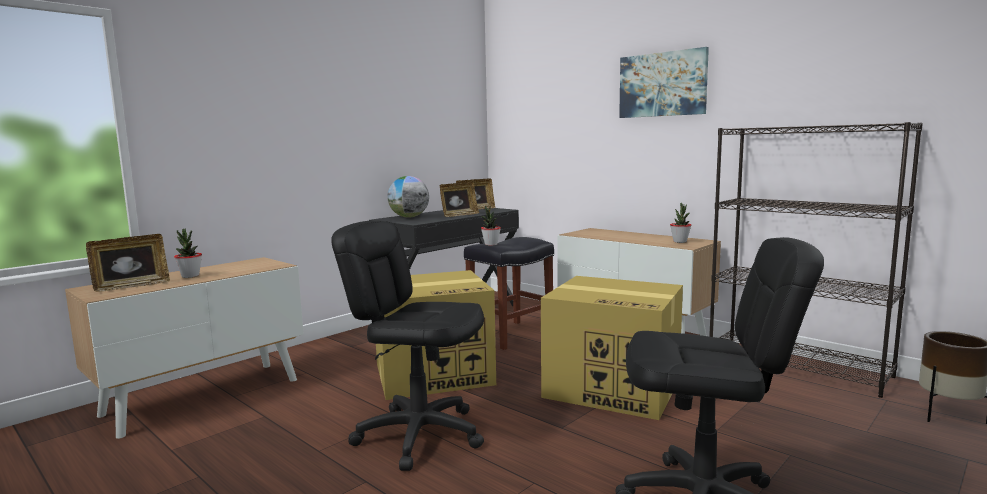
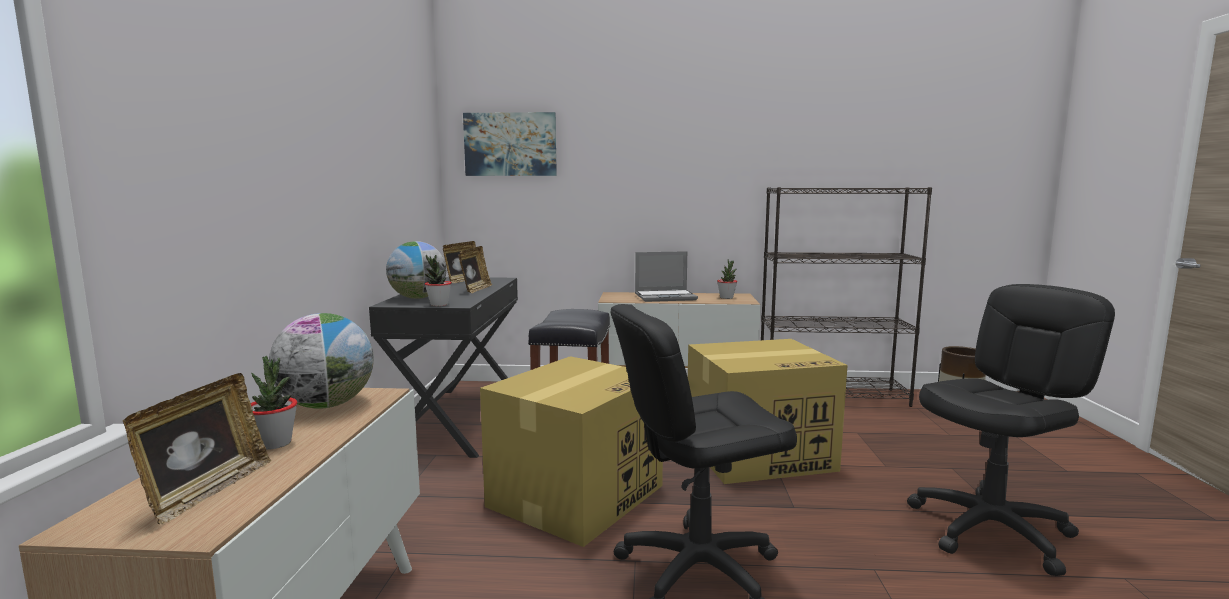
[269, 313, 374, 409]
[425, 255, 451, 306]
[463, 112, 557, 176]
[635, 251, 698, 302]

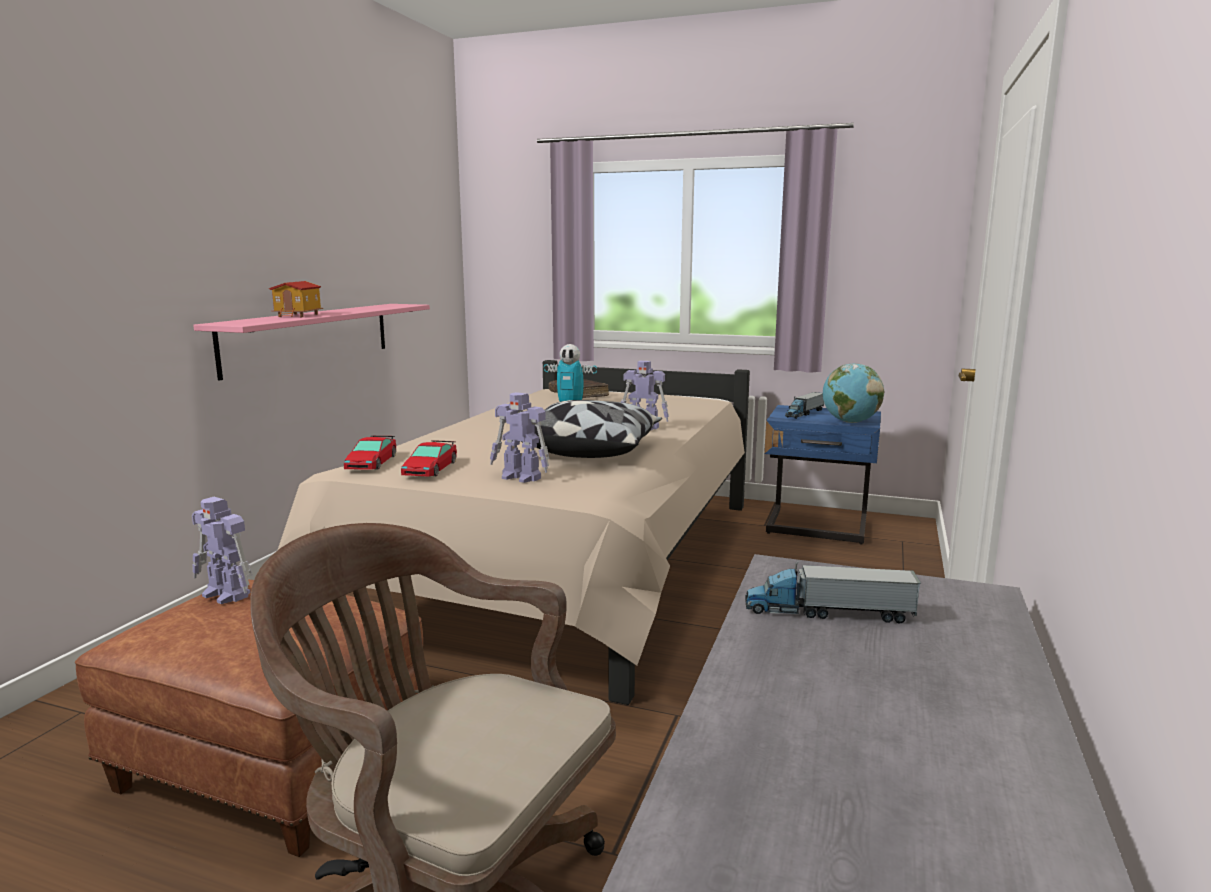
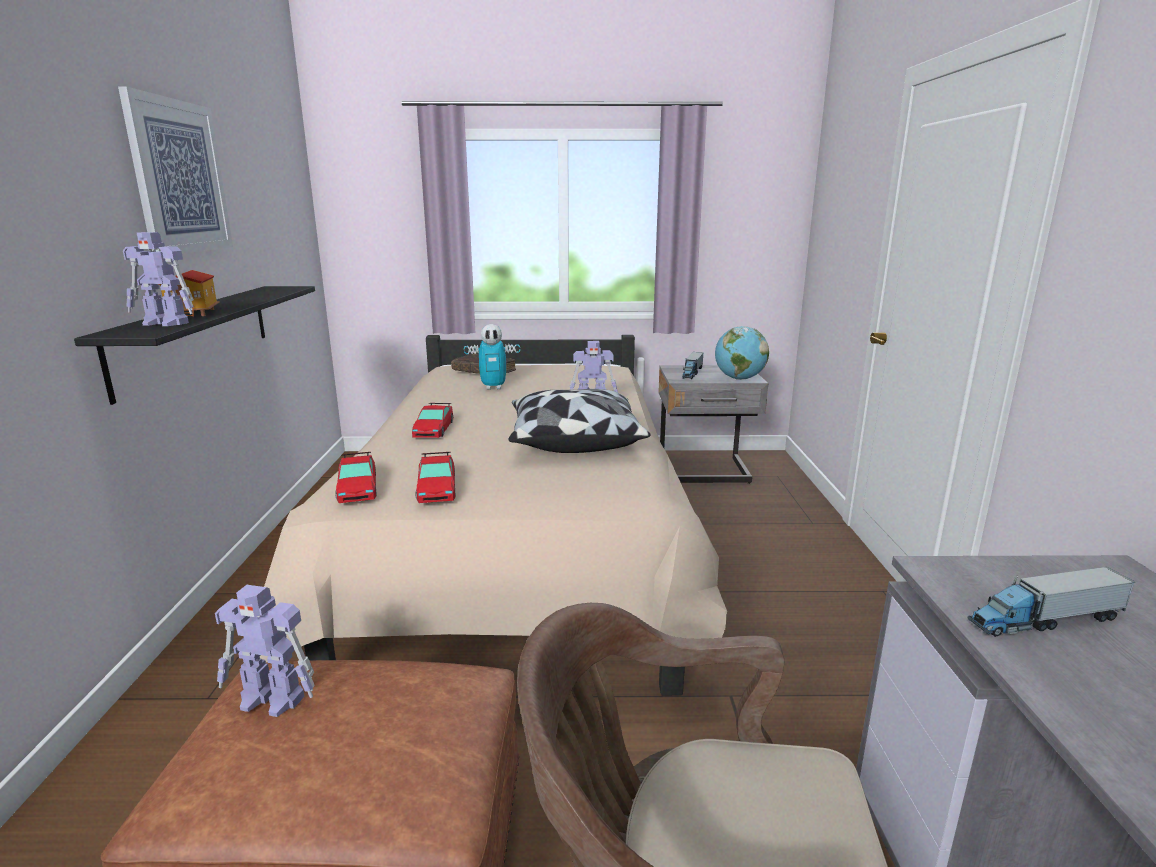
[74, 286, 315, 405]
[118, 86, 233, 254]
[123, 232, 194, 326]
[412, 403, 453, 438]
[658, 365, 768, 484]

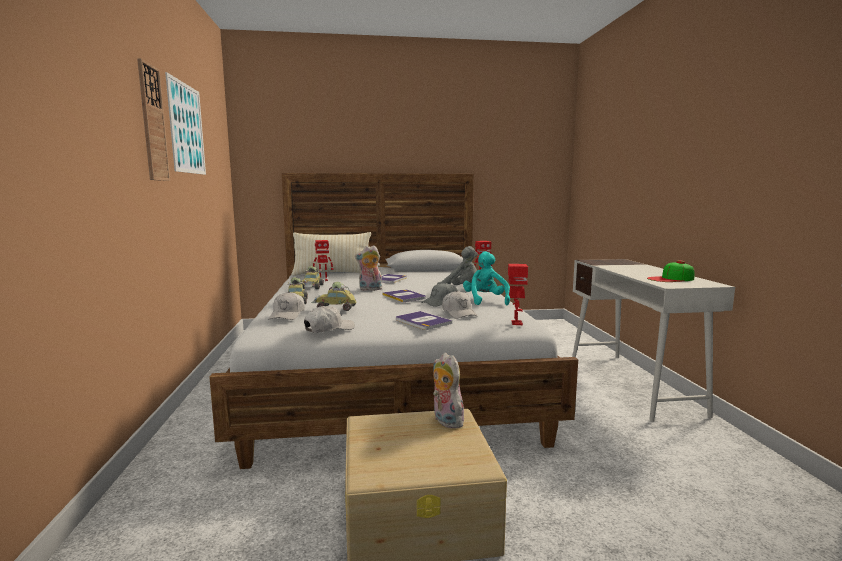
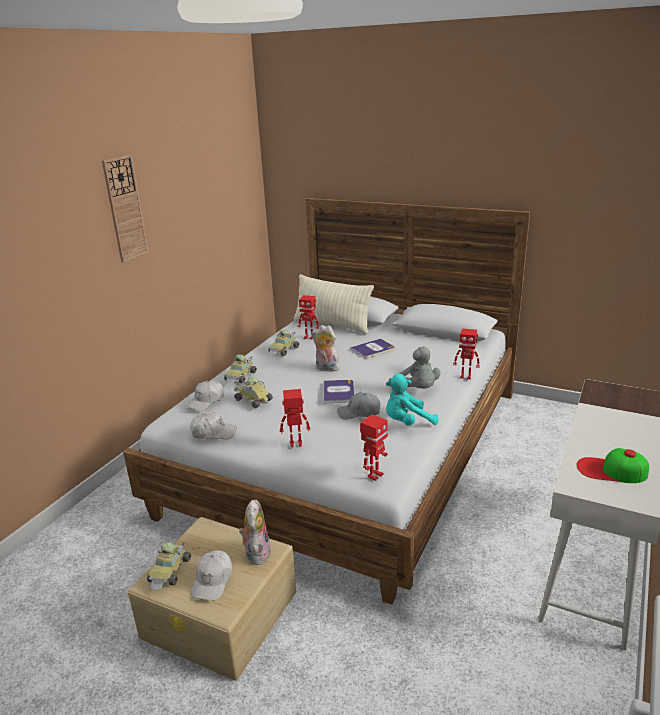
[147, 542, 191, 590]
[191, 550, 233, 601]
[280, 389, 310, 447]
[386, 374, 439, 426]
[165, 72, 206, 175] (first image)

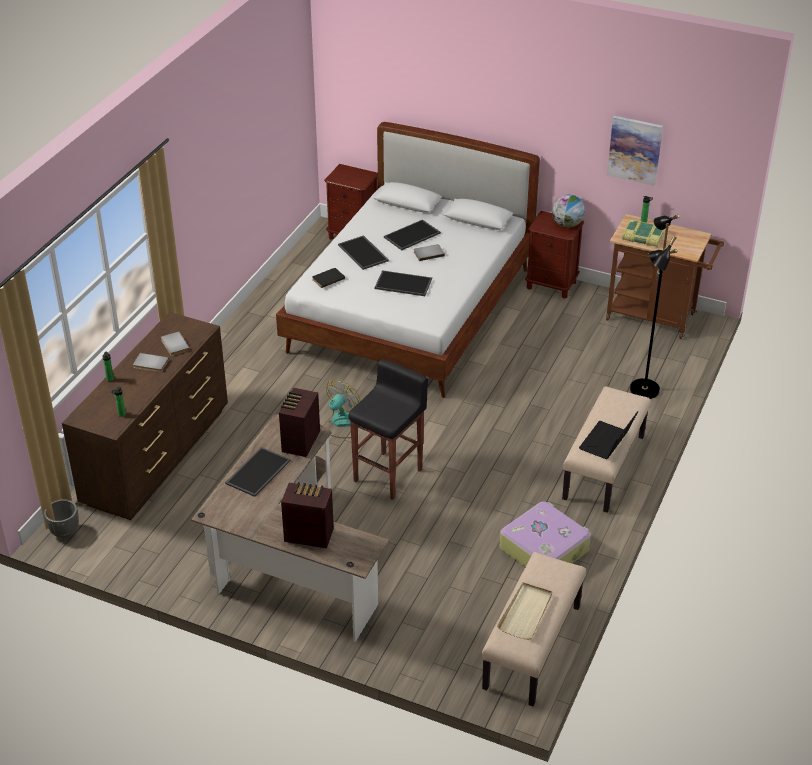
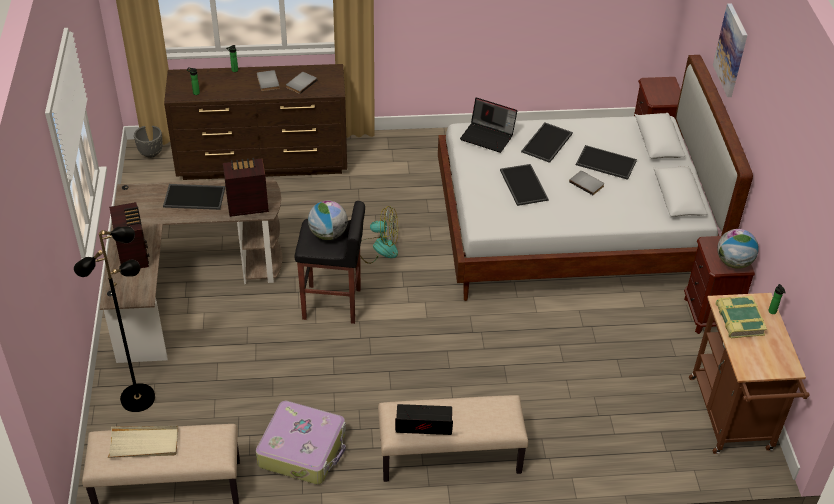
[74, 226, 155, 412]
[308, 200, 348, 240]
[460, 98, 517, 153]
[713, 3, 747, 97]

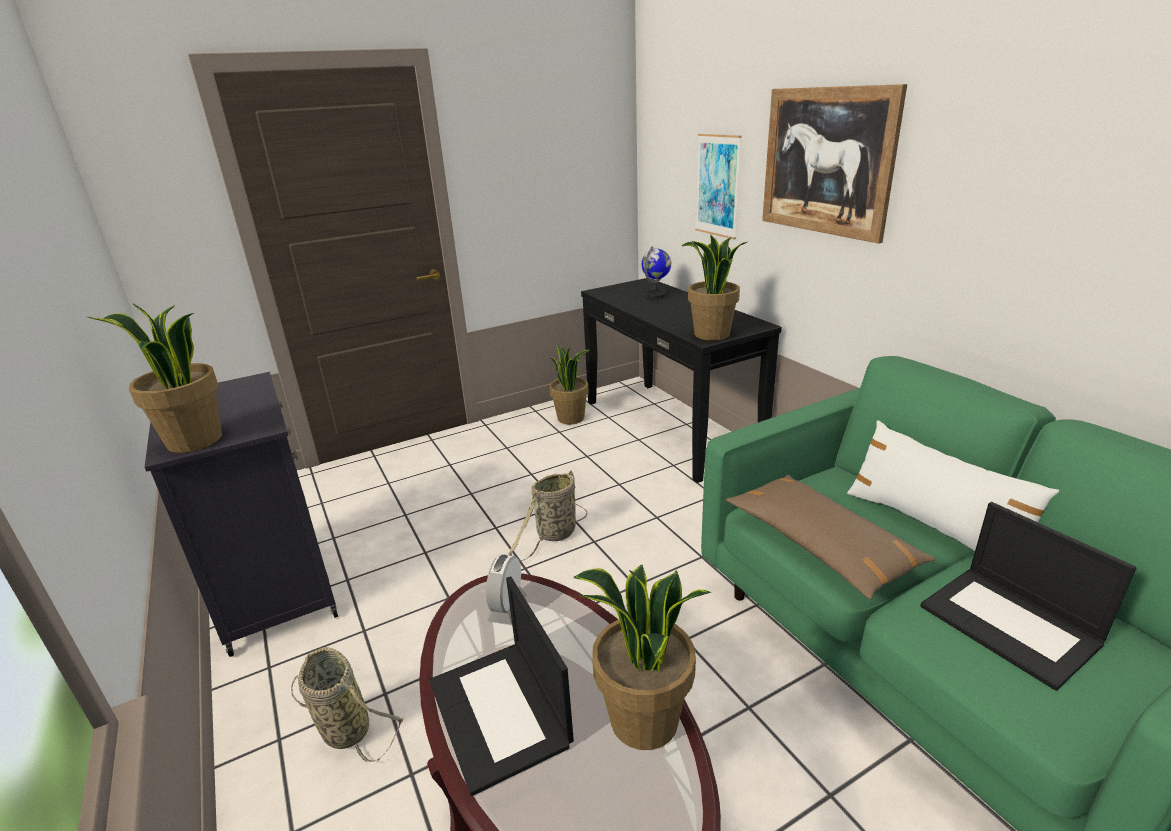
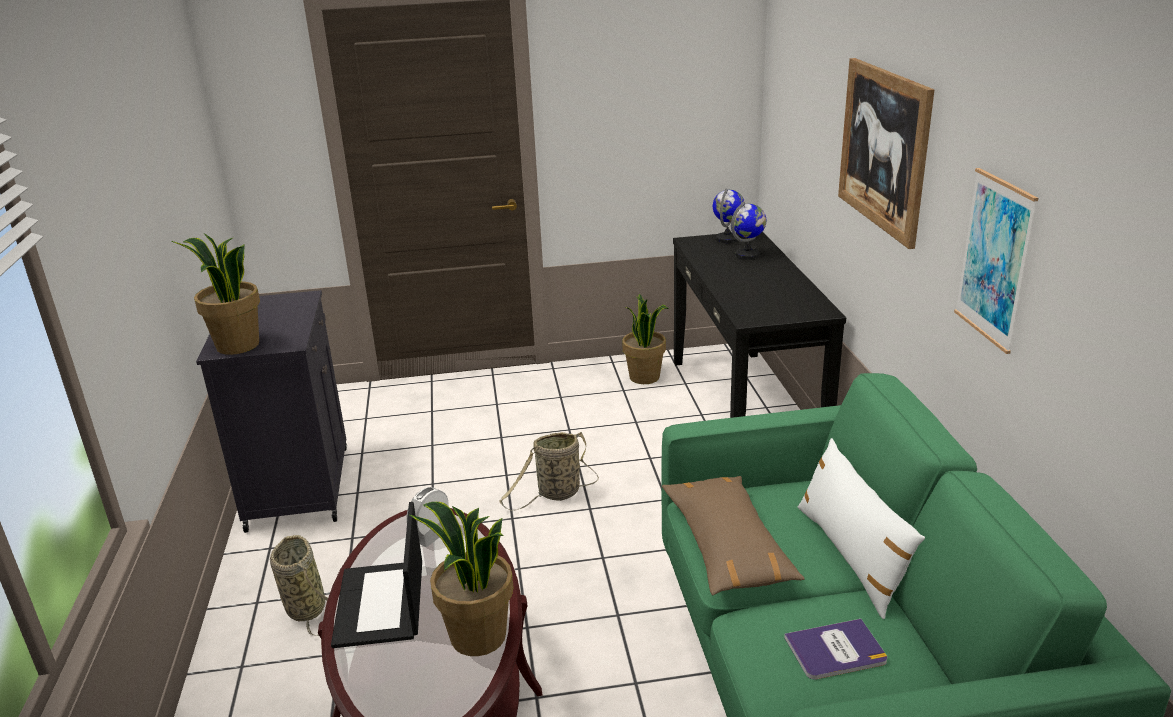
[713, 188, 745, 243]
[784, 619, 887, 680]
[954, 168, 1038, 354]
[681, 234, 747, 341] (first image)

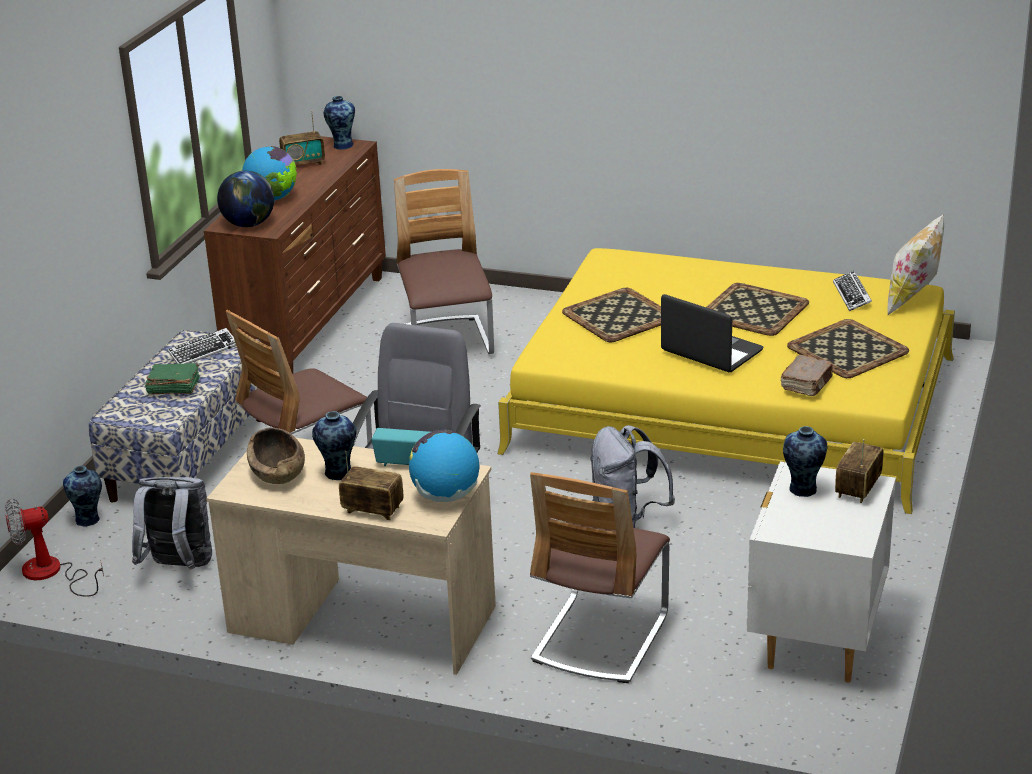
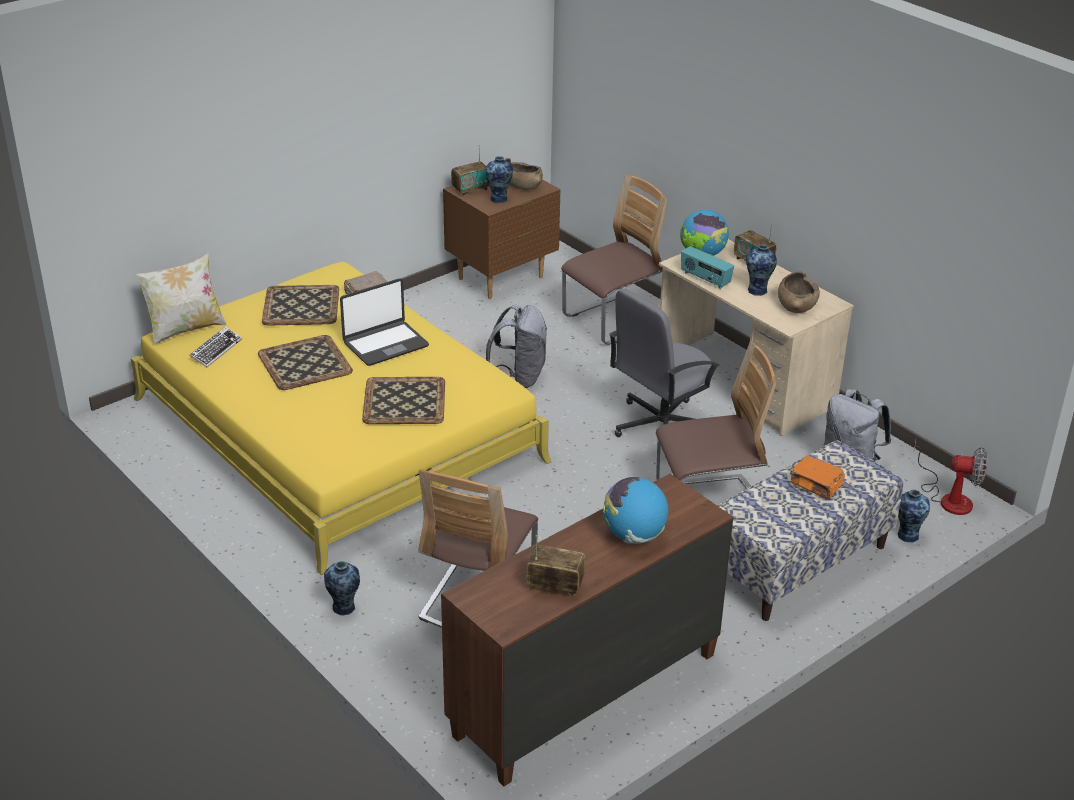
[324, 561, 360, 616]
[340, 278, 429, 366]
[443, 179, 561, 299]
[505, 158, 543, 190]
[790, 455, 845, 499]
[167, 328, 236, 364] (first image)
[217, 171, 274, 227] (first image)

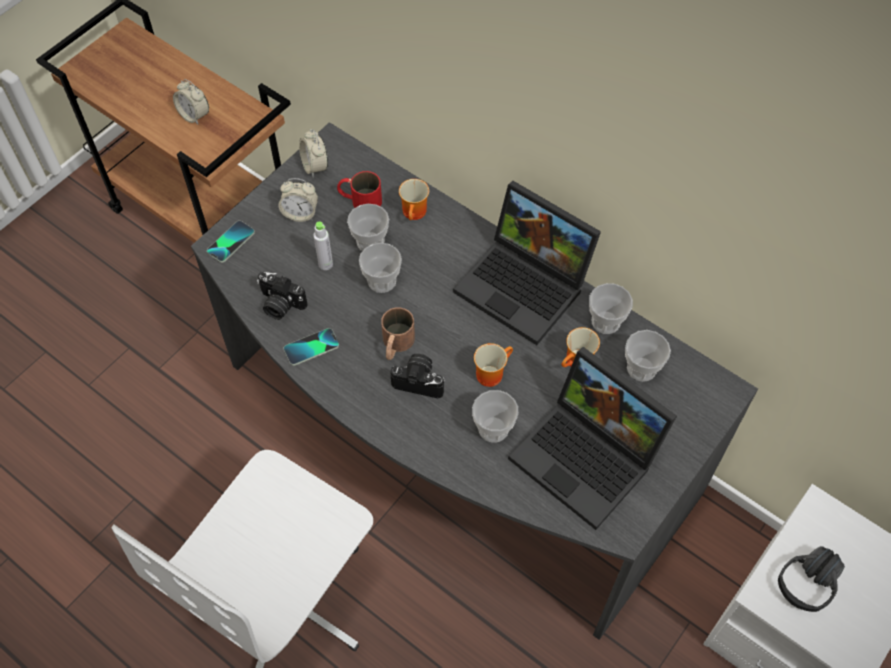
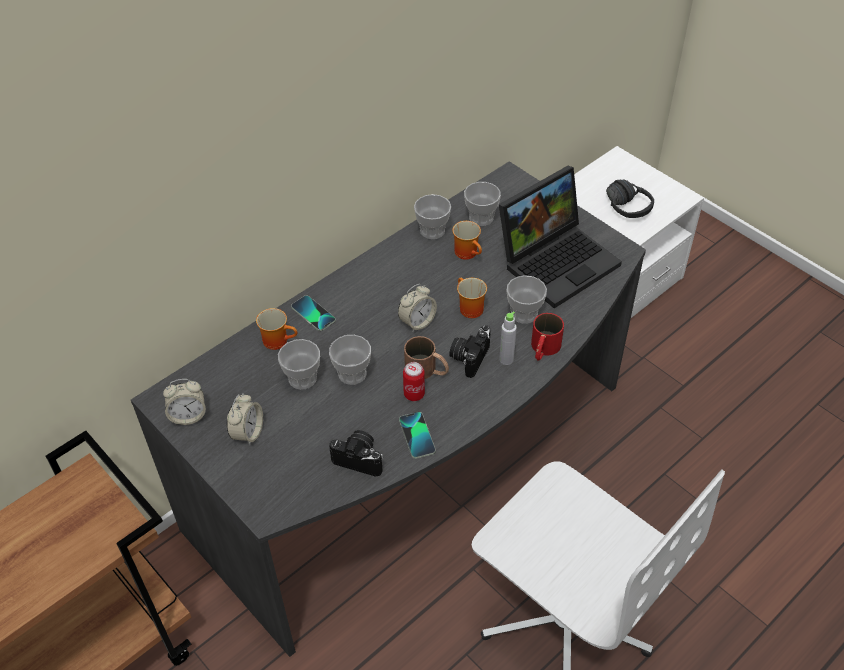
[291, 295, 336, 331]
[329, 430, 383, 477]
[398, 284, 437, 333]
[403, 362, 425, 401]
[499, 311, 517, 365]
[531, 313, 564, 360]
[453, 181, 601, 345] (first image)

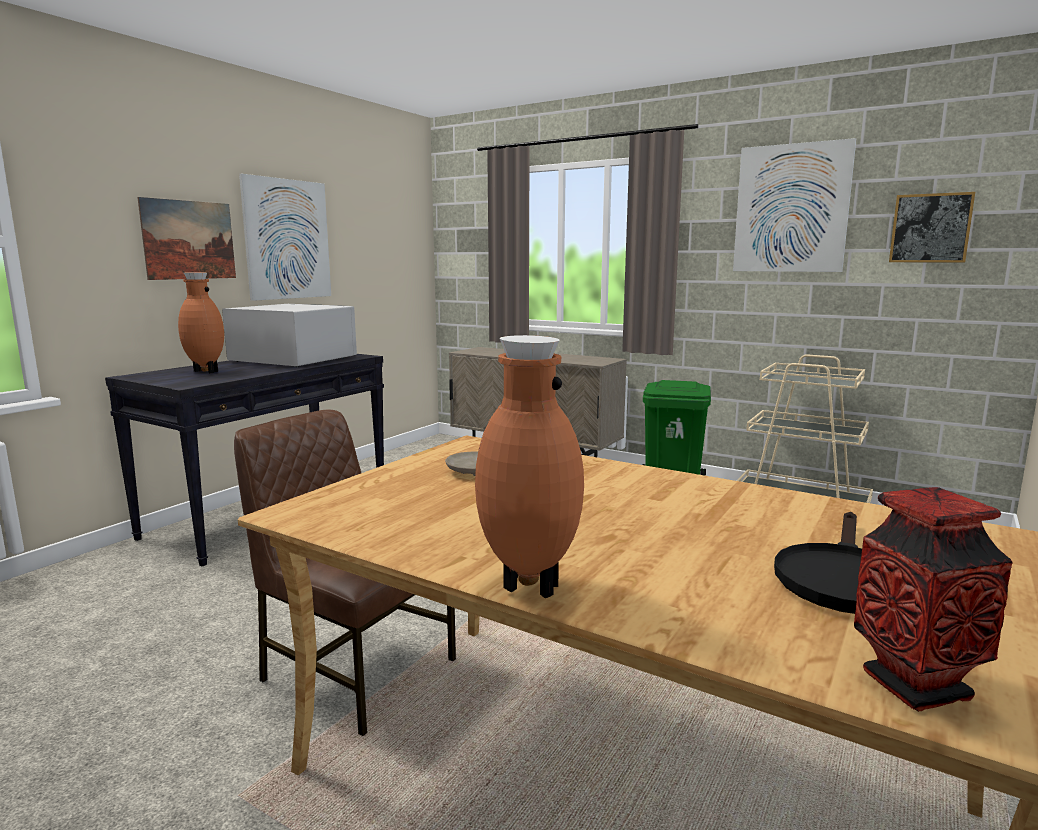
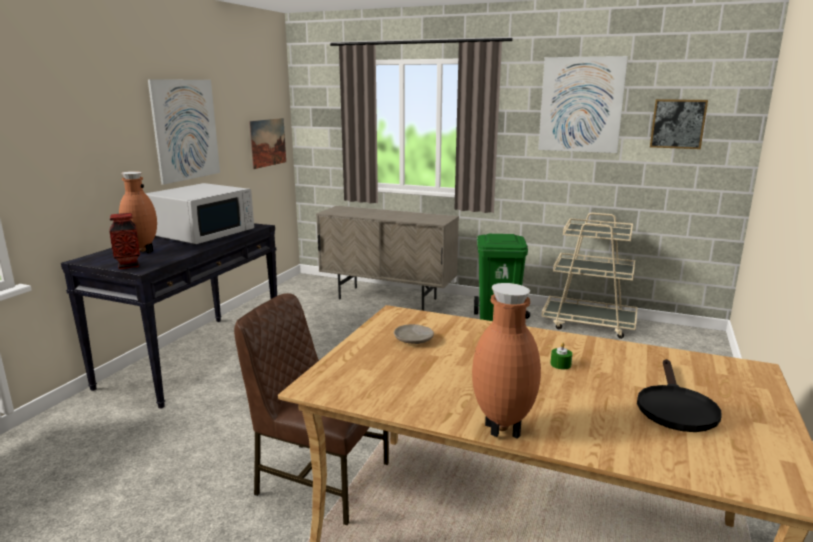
[109, 213, 140, 269]
[145, 183, 254, 244]
[249, 118, 286, 169]
[550, 342, 572, 369]

